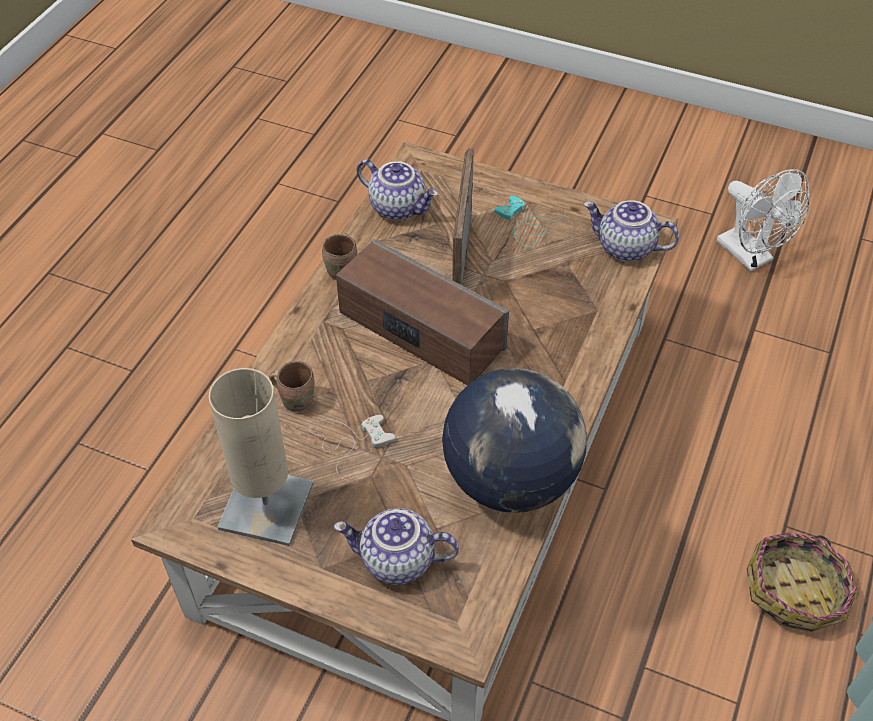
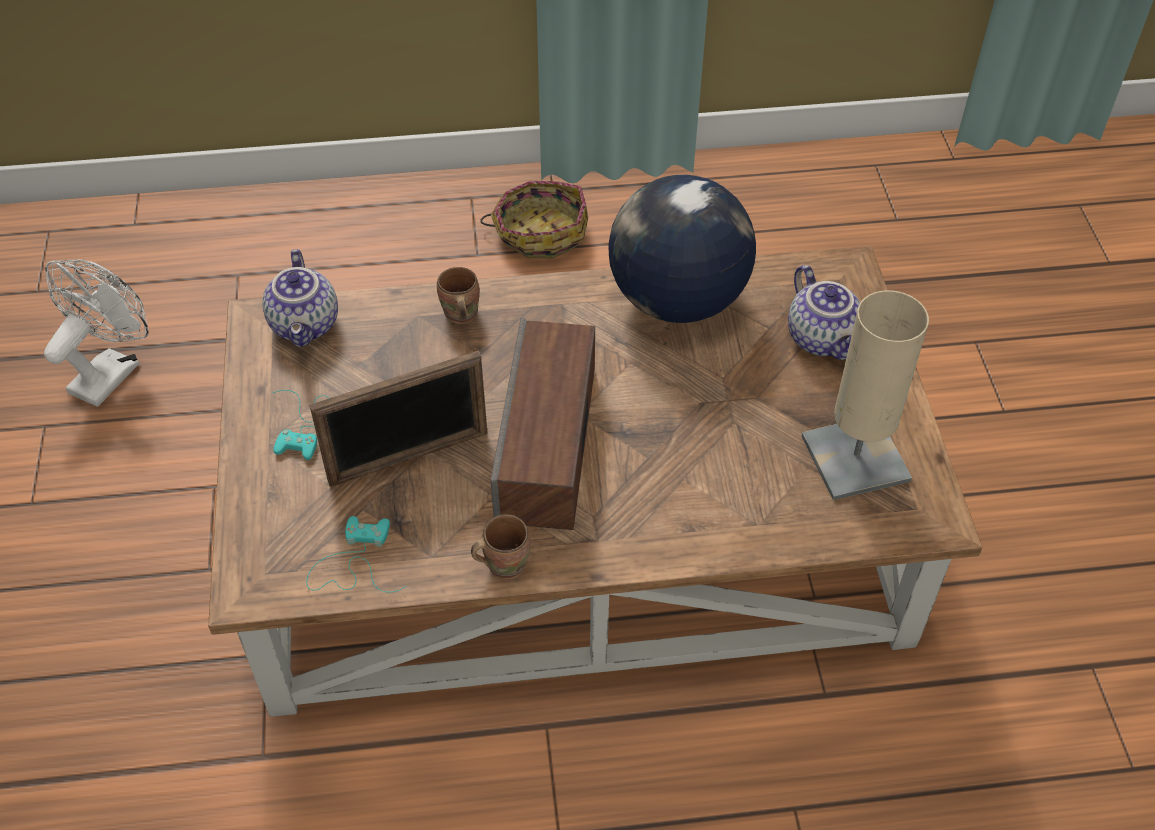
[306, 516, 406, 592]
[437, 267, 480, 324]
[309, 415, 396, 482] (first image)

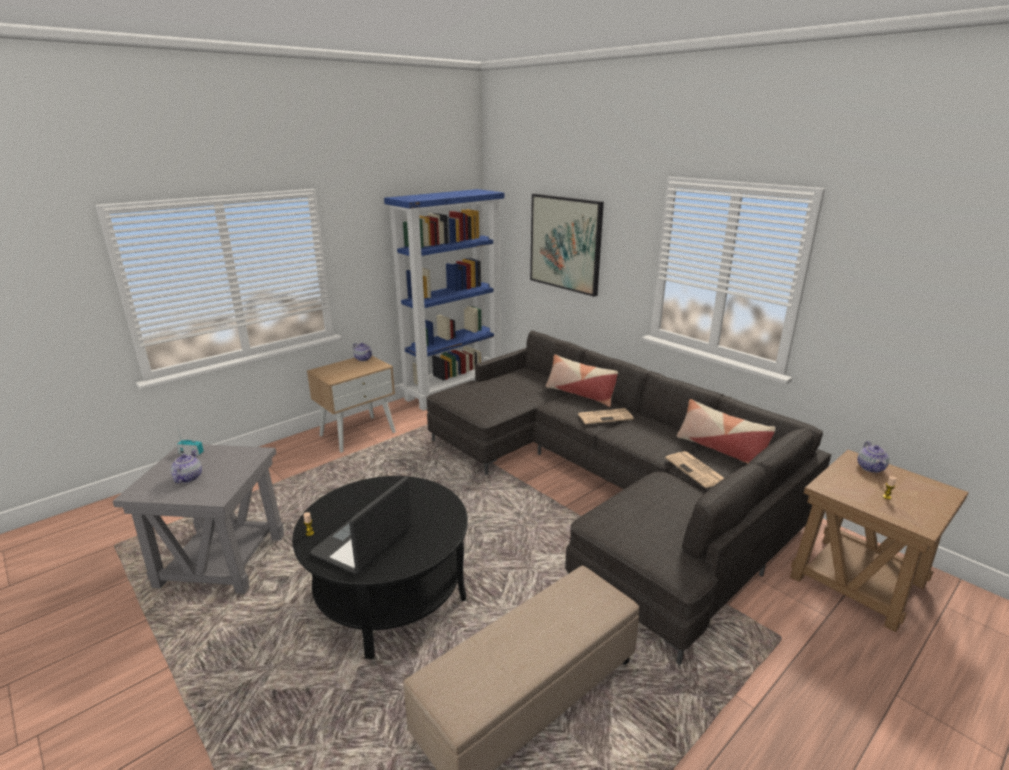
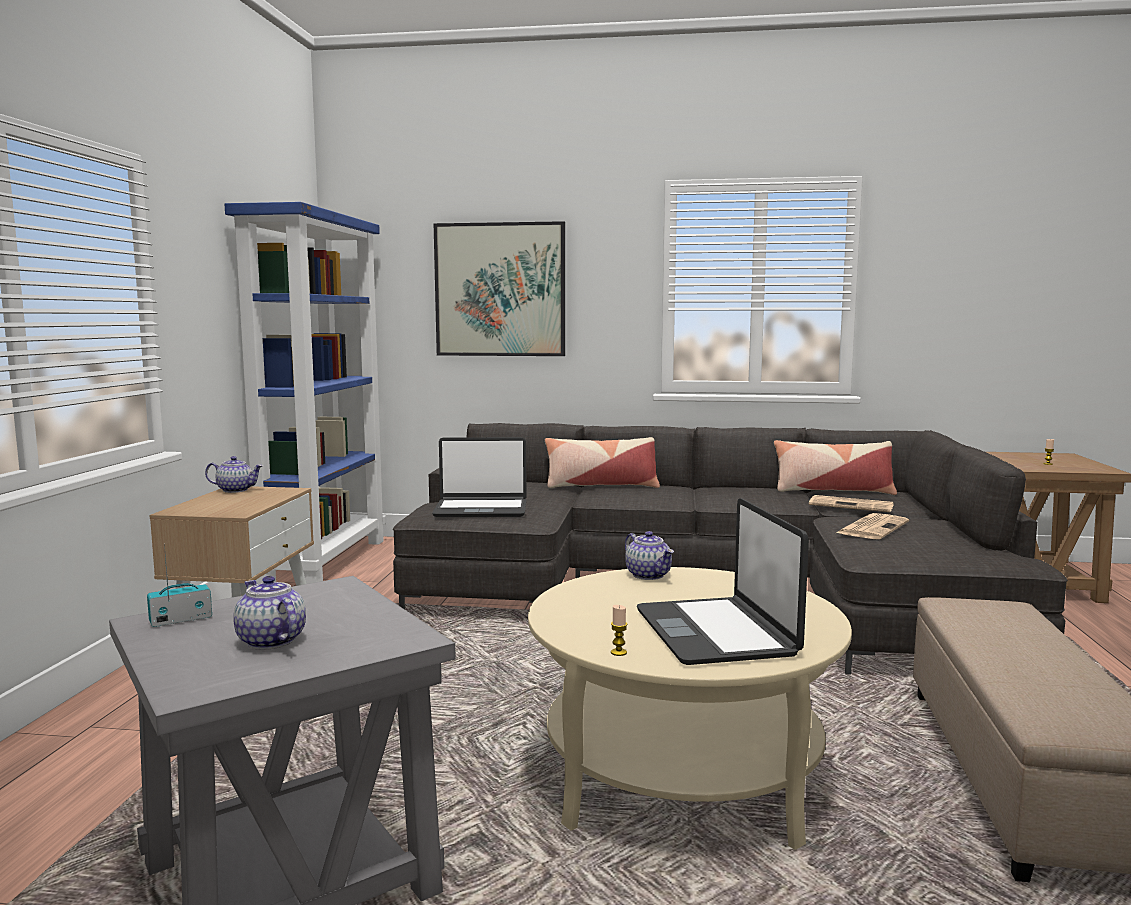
[432, 437, 527, 517]
[528, 567, 852, 850]
[625, 531, 674, 580]
[836, 513, 909, 539]

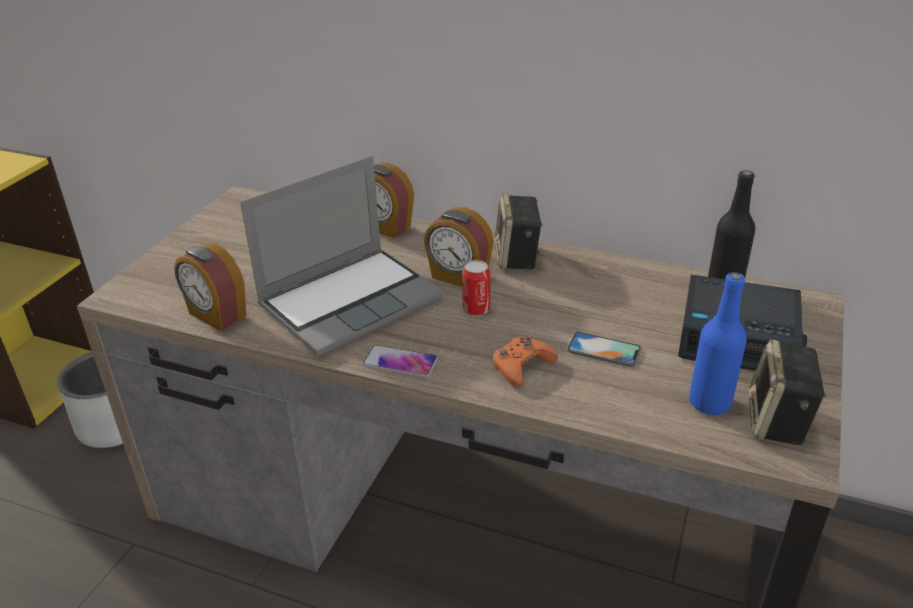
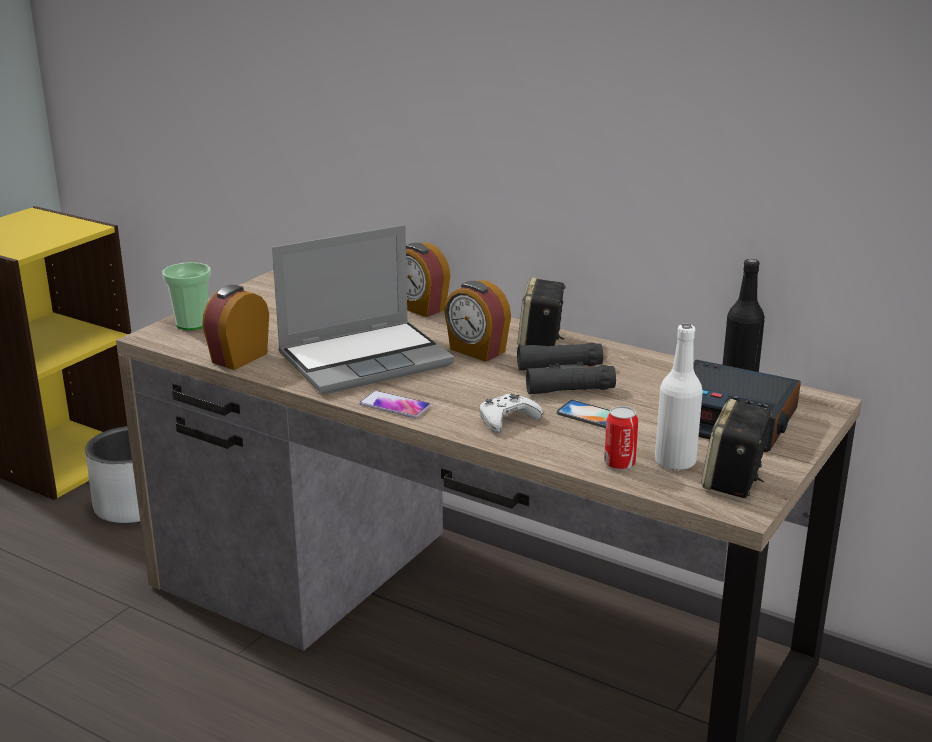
[162, 262, 211, 330]
[202, 285, 269, 370]
[479, 394, 543, 433]
[517, 342, 616, 394]
[604, 406, 638, 470]
[655, 324, 703, 471]

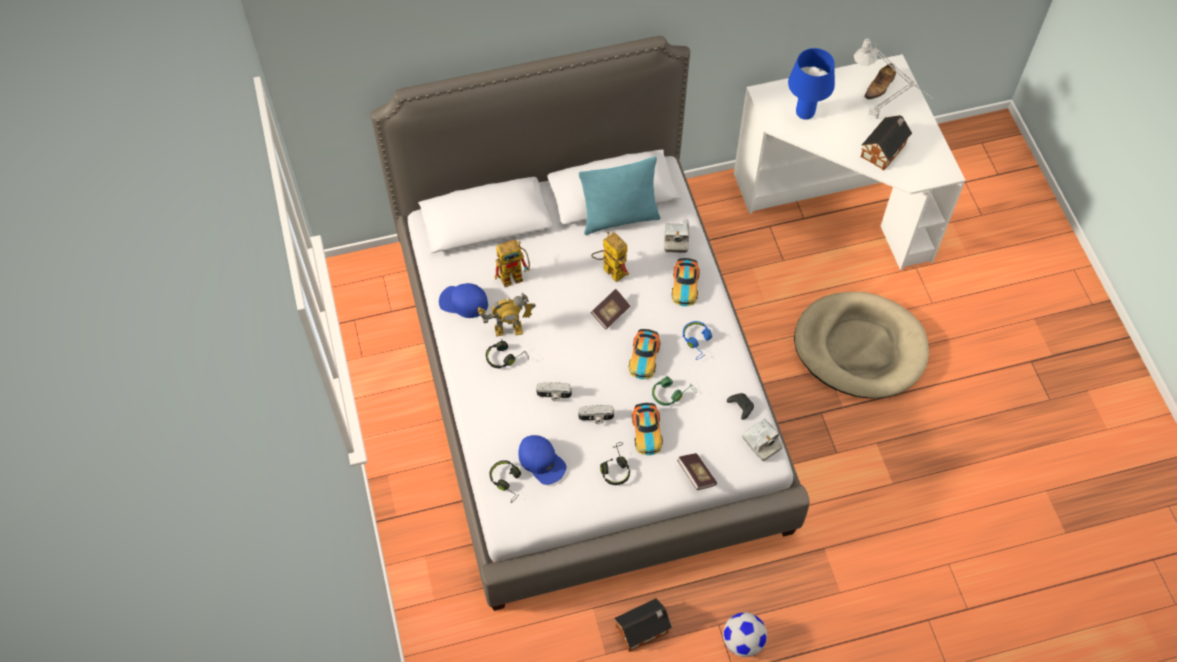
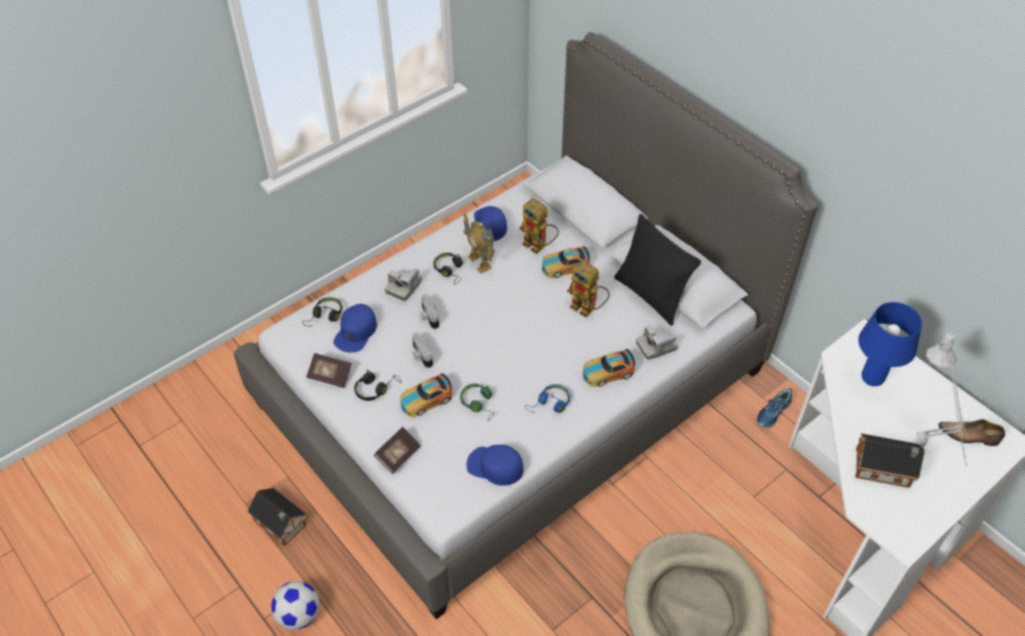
[306, 353, 352, 388]
[385, 268, 422, 301]
[466, 445, 524, 486]
[542, 246, 590, 278]
[567, 260, 610, 317]
[614, 214, 701, 326]
[757, 389, 793, 428]

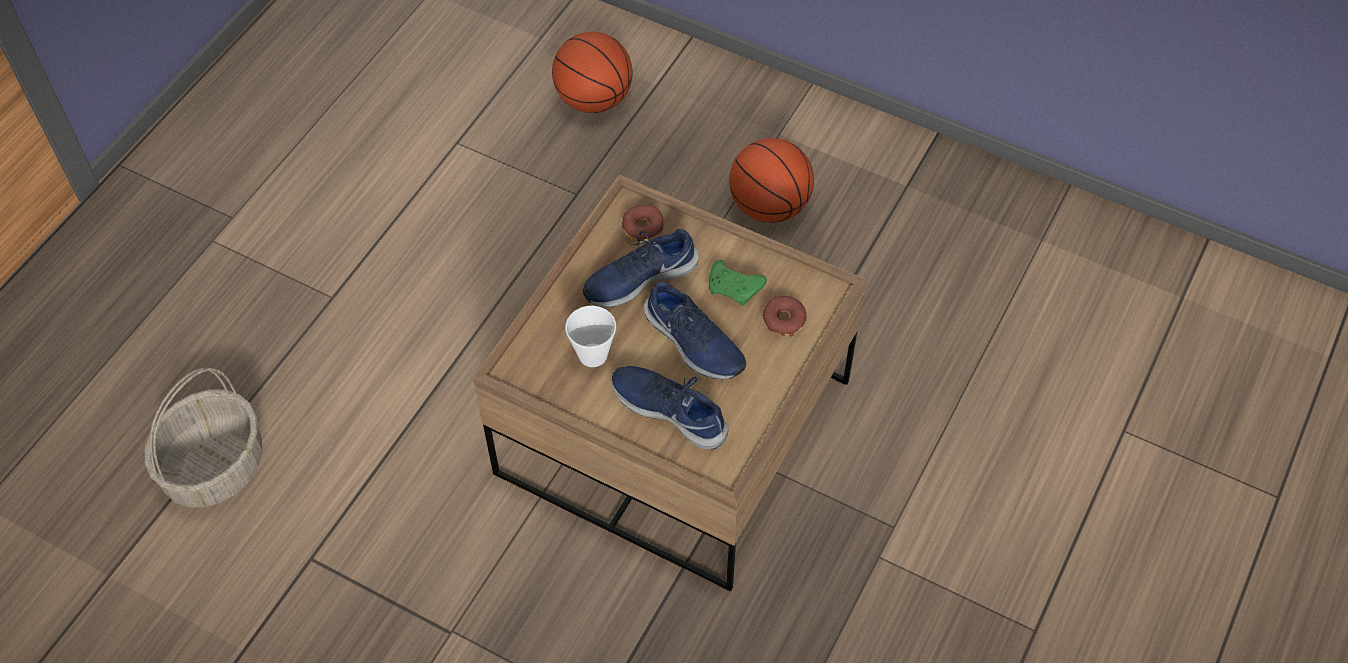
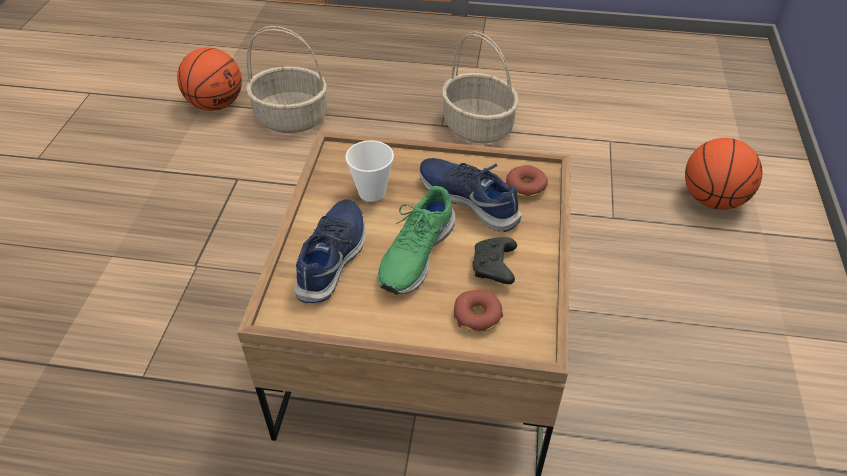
[177, 48, 242, 111]
[378, 186, 455, 295]
[442, 31, 519, 144]
[472, 237, 517, 284]

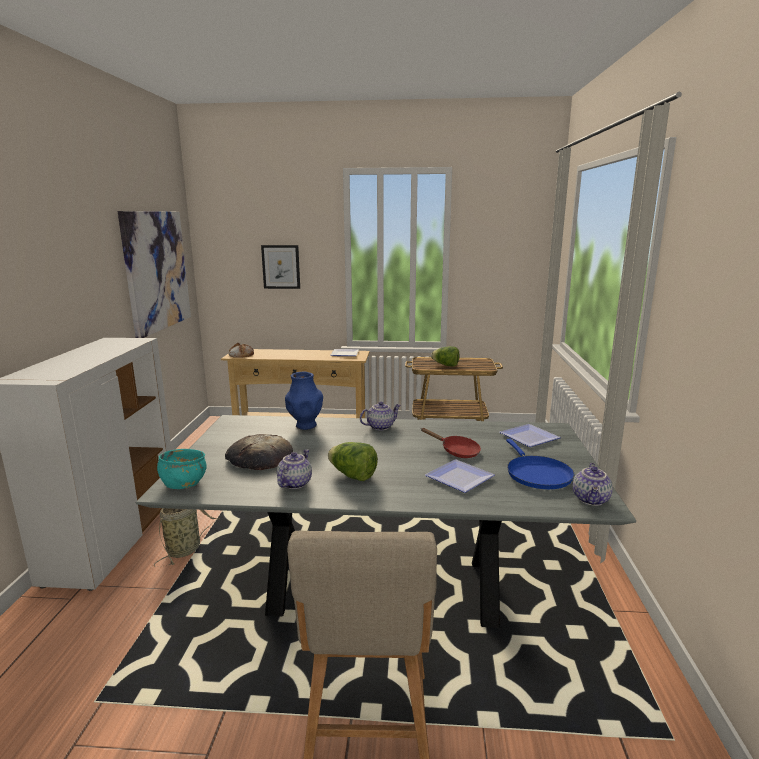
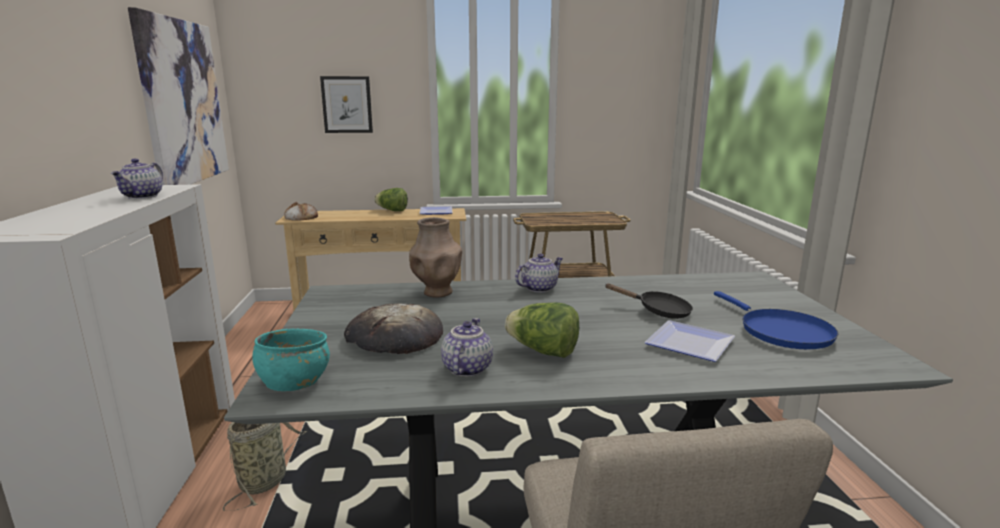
[111, 158, 163, 199]
[374, 188, 408, 211]
[409, 217, 462, 298]
[606, 283, 693, 319]
[500, 424, 561, 447] (first image)

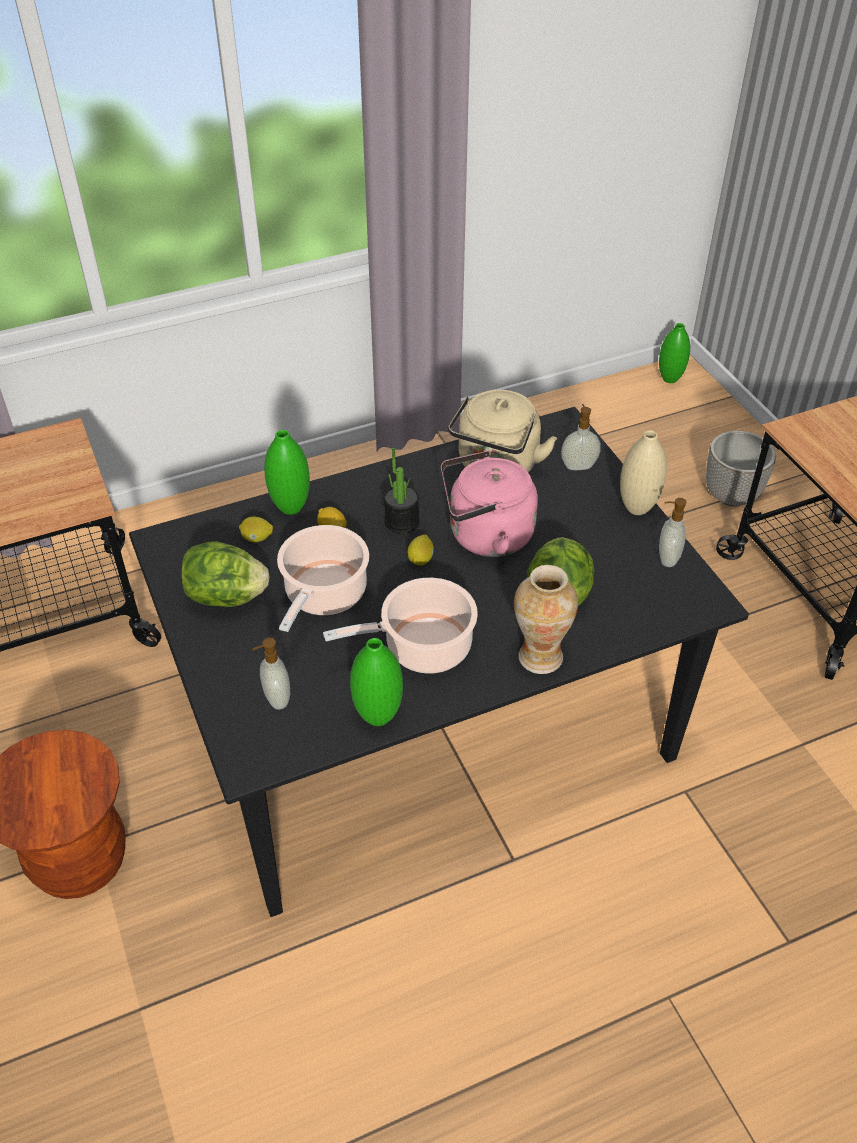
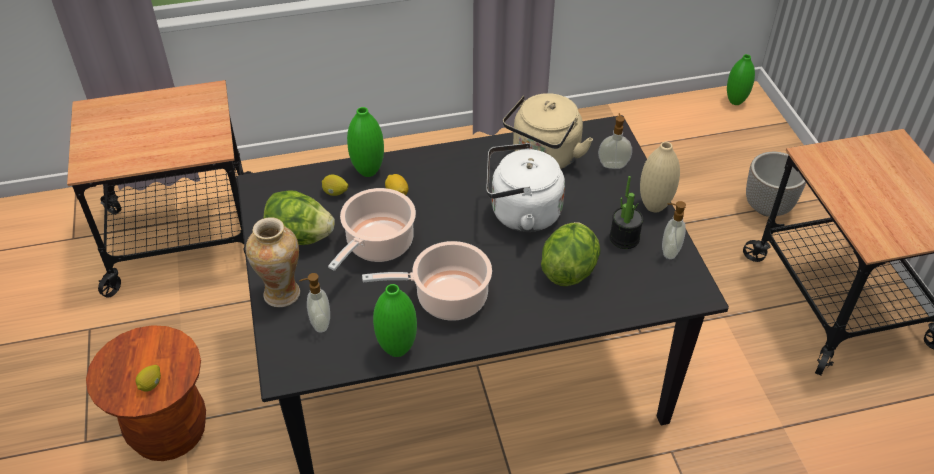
[135, 365, 161, 392]
[246, 217, 300, 307]
[486, 143, 565, 232]
[609, 176, 644, 249]

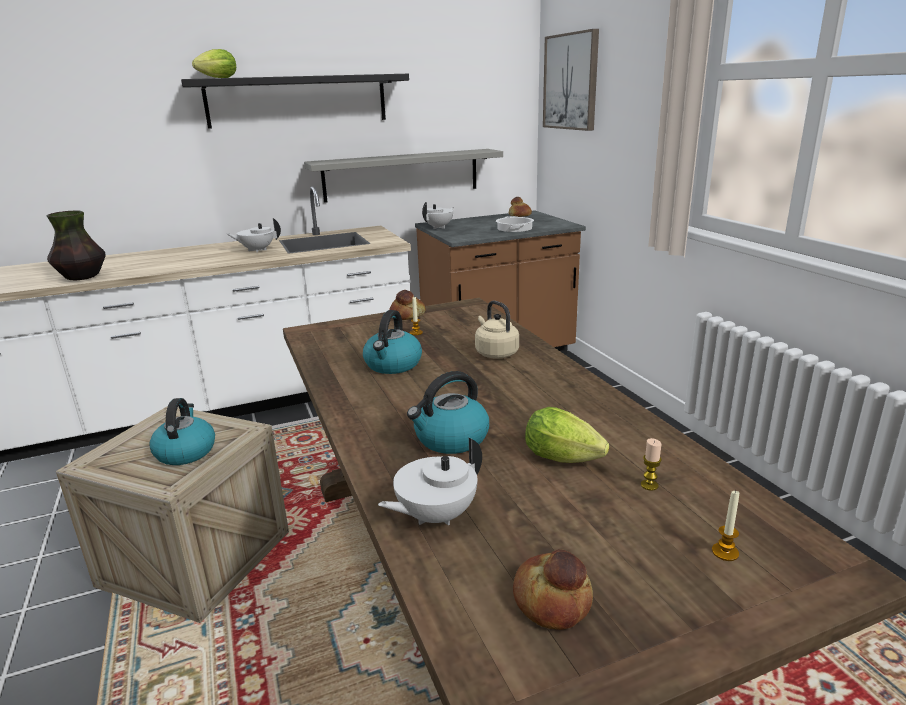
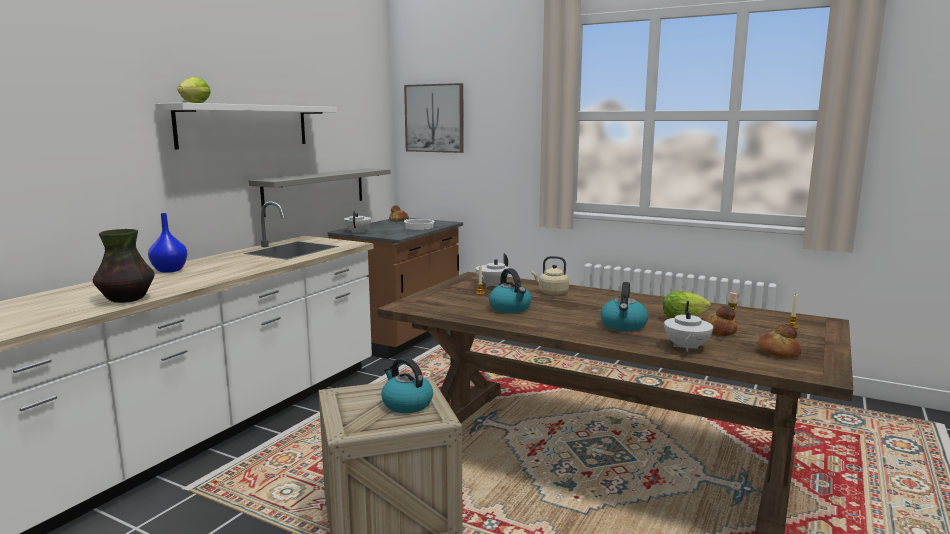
[148, 213, 188, 273]
[155, 103, 337, 149]
[474, 254, 509, 287]
[703, 306, 738, 336]

